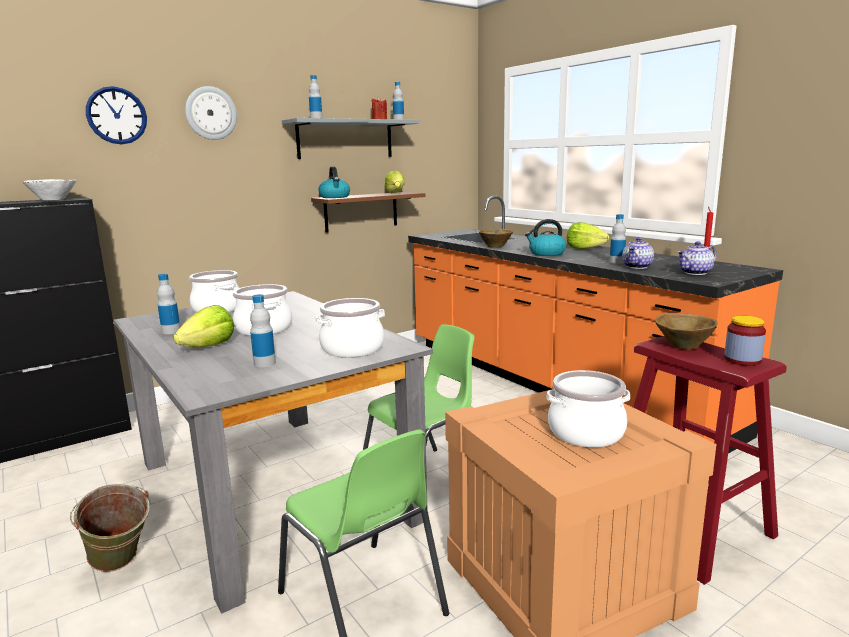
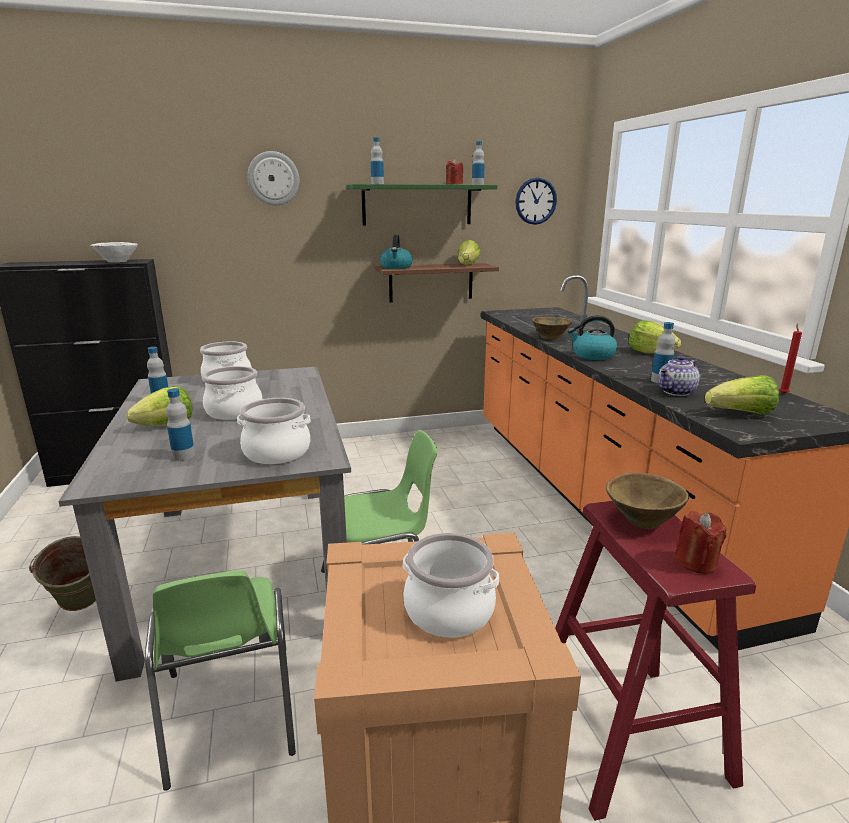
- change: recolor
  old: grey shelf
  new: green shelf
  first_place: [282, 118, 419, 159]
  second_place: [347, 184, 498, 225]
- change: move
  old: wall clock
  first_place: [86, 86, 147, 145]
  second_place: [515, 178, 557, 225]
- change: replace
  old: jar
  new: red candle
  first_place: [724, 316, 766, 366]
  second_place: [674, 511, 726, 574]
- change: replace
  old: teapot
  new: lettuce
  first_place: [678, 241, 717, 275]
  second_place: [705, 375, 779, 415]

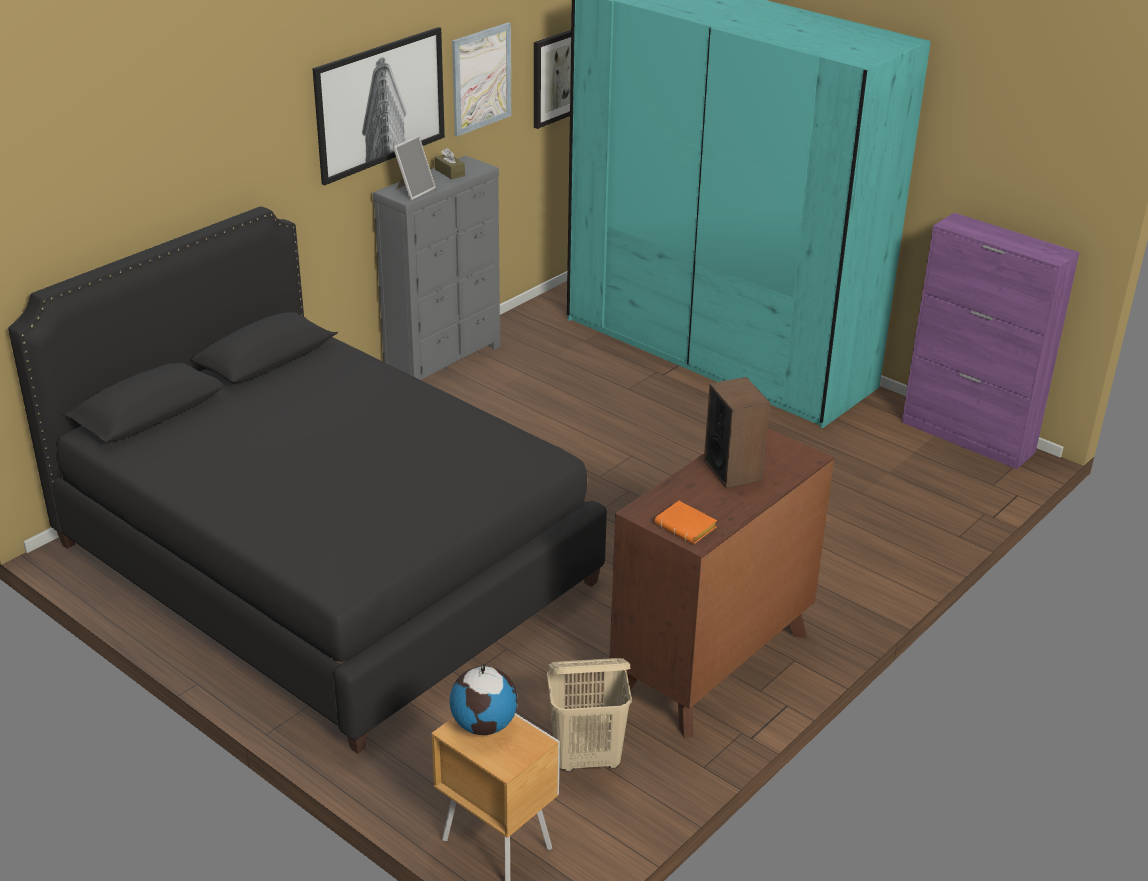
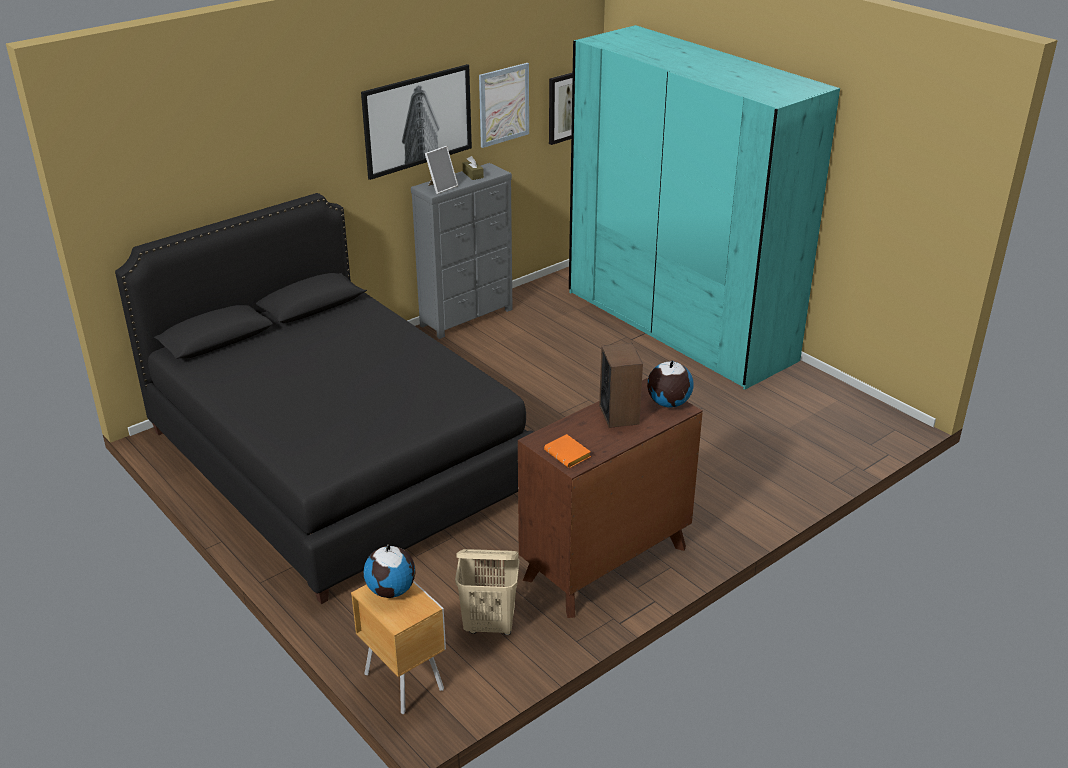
- change: insert
  new: globe
  second_place: [647, 360, 694, 408]
- change: delete
  old: purple cabinet
  first_place: [902, 213, 1080, 469]

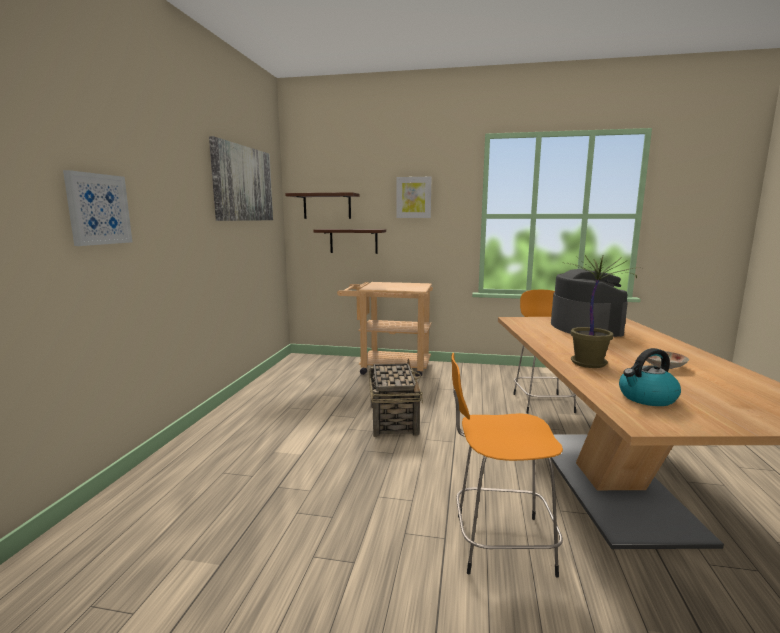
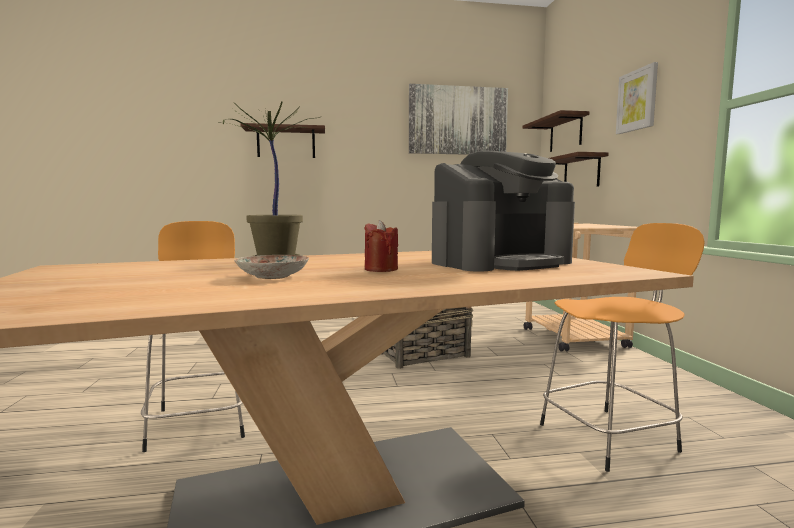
- change: replace
  old: picture
  new: shelf
  first_place: [63, 170, 132, 246]
  second_place: [240, 123, 325, 158]
- change: insert
  new: red candle
  second_place: [364, 220, 398, 272]
- change: delete
  old: kettle
  first_place: [619, 348, 681, 406]

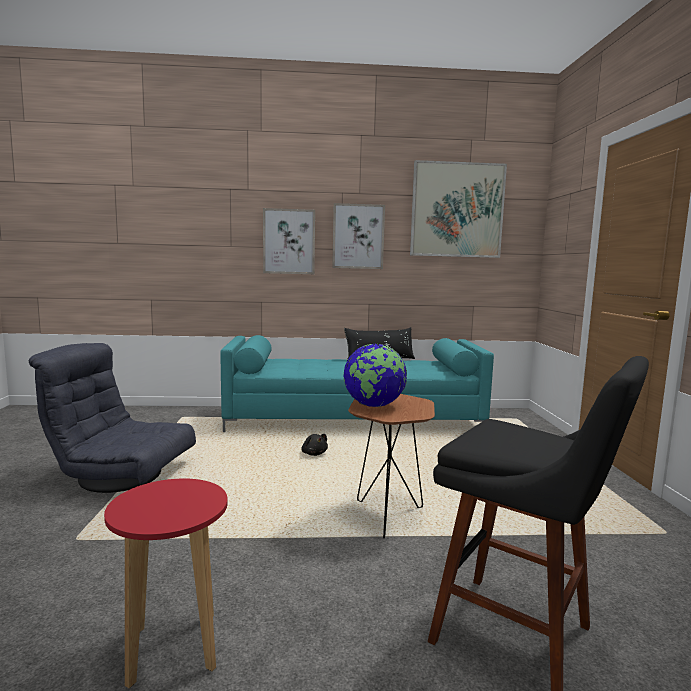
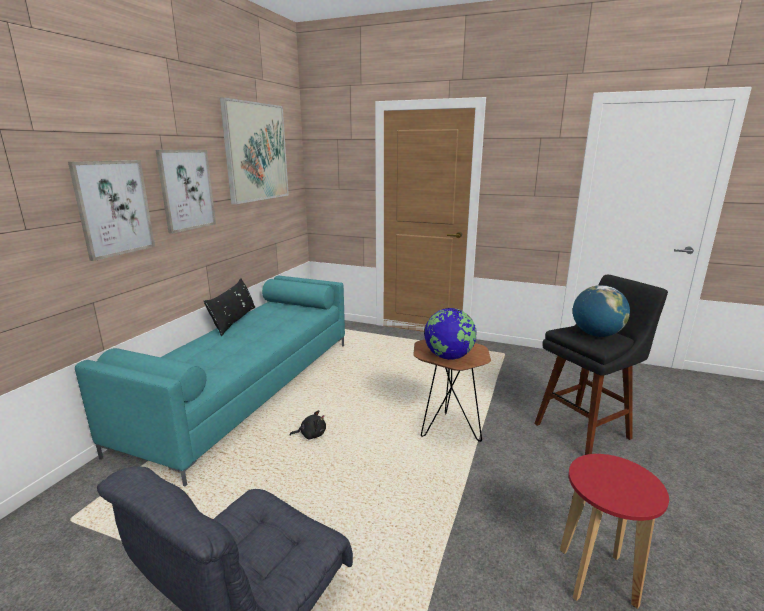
- change: insert
  new: globe
  second_place: [573, 285, 630, 337]

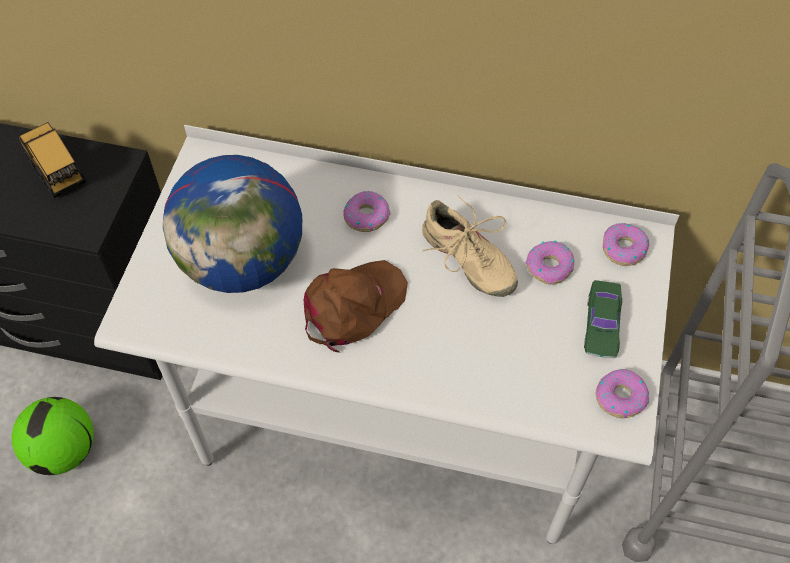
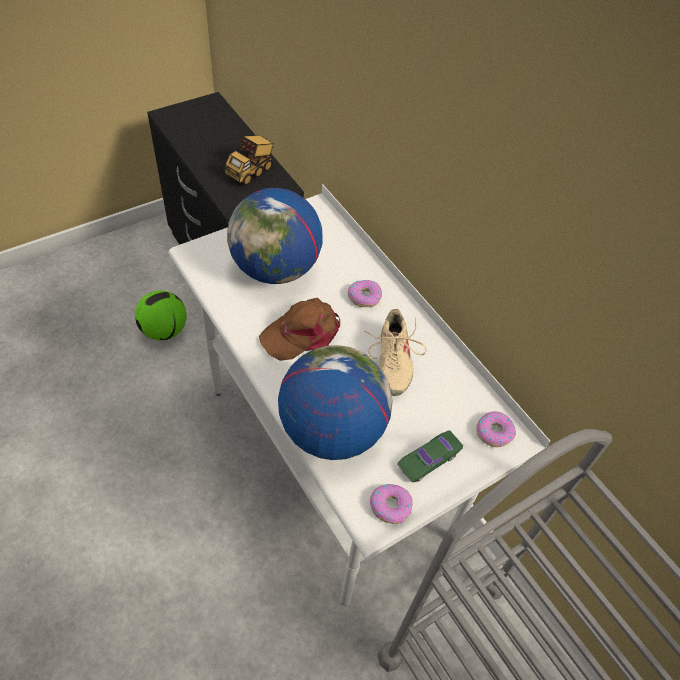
- change: rotate
  old: toy truck
  first_place: [19, 122, 86, 198]
  second_place: [225, 135, 275, 186]
  degrees: -150
- change: rotate
  old: brown cap
  first_place: [304, 260, 408, 353]
  second_place: [259, 298, 340, 361]
  degrees: 150
- change: insert
  new: globe
  second_place: [278, 345, 392, 460]
- change: delete
  old: donut
  first_place: [526, 241, 574, 284]

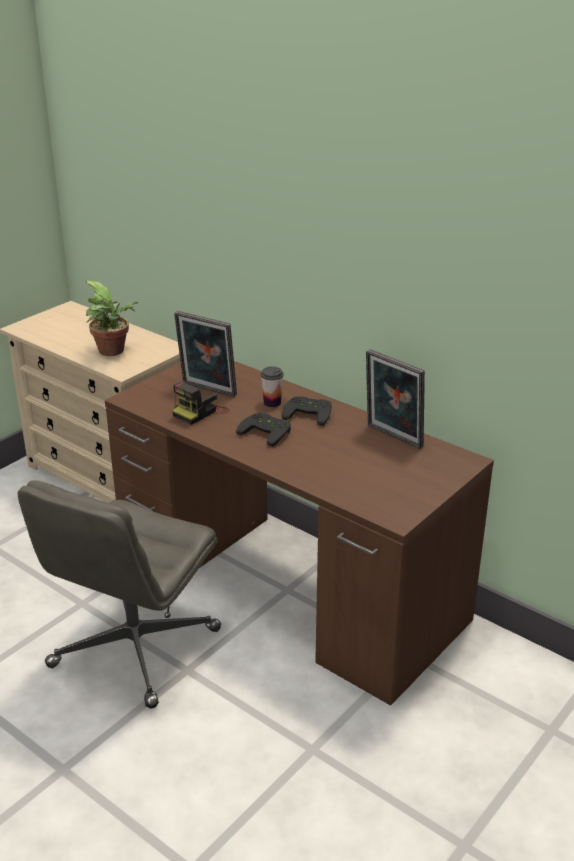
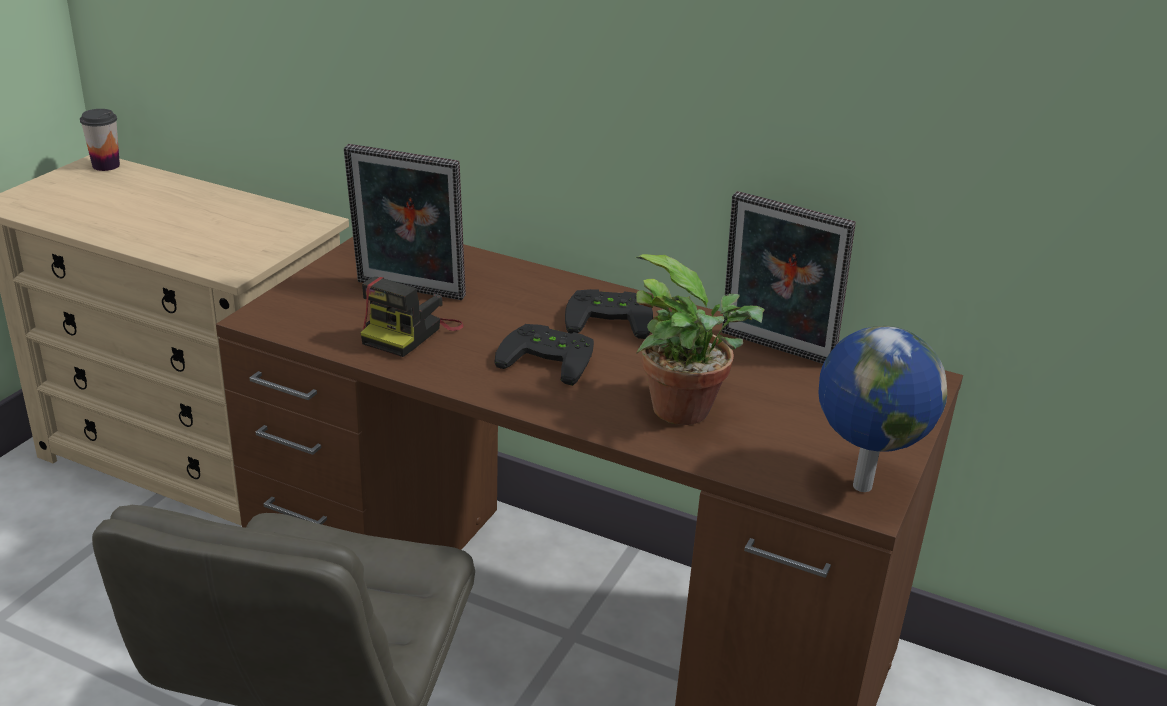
- change: move
  old: cup
  first_place: [260, 366, 284, 407]
  second_place: [80, 109, 120, 171]
- change: move
  old: potted plant
  first_place: [86, 281, 138, 356]
  second_place: [635, 254, 765, 425]
- change: insert
  new: globe
  second_place: [818, 326, 947, 492]

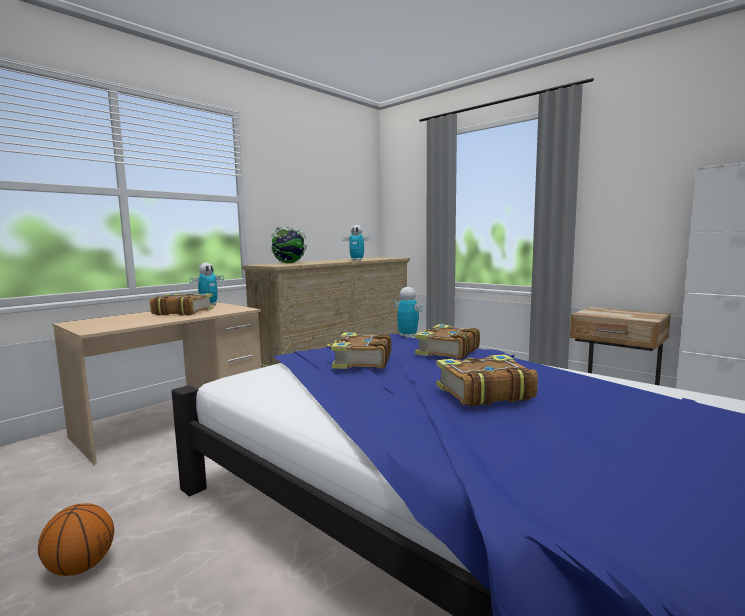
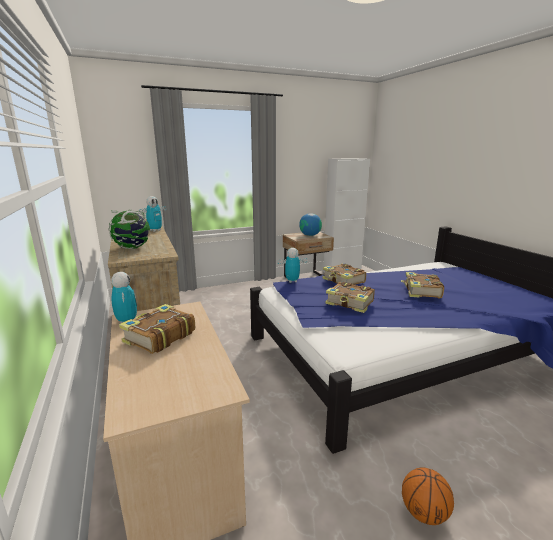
- change: insert
  new: globe
  second_place: [299, 213, 322, 236]

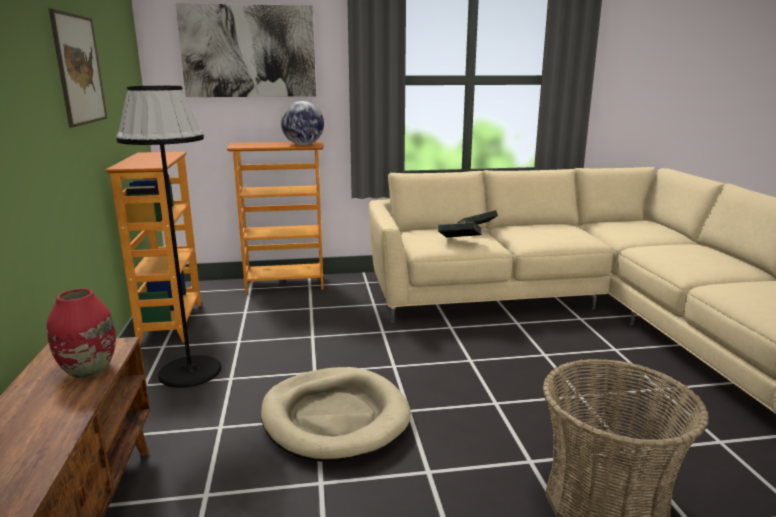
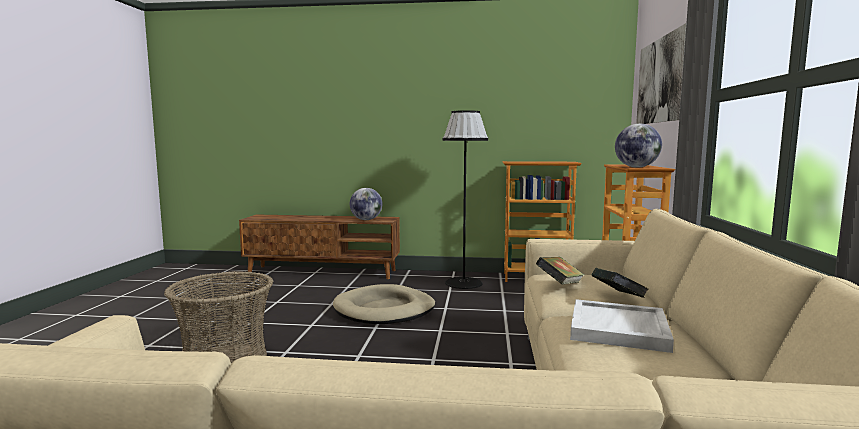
- change: replace
  old: red vase
  new: globe
  first_place: [47, 289, 116, 378]
  second_place: [350, 188, 382, 220]
- change: insert
  new: white tray
  second_place: [570, 299, 674, 353]
- change: delete
  old: picture
  first_place: [49, 9, 107, 128]

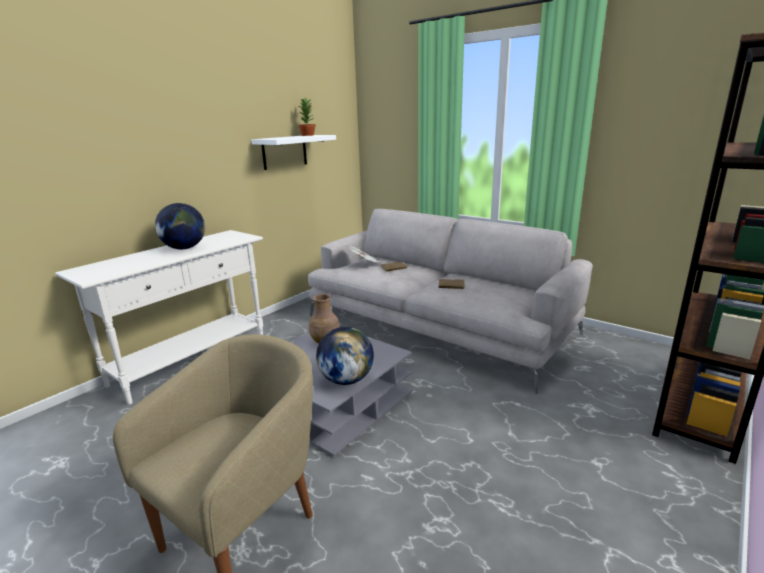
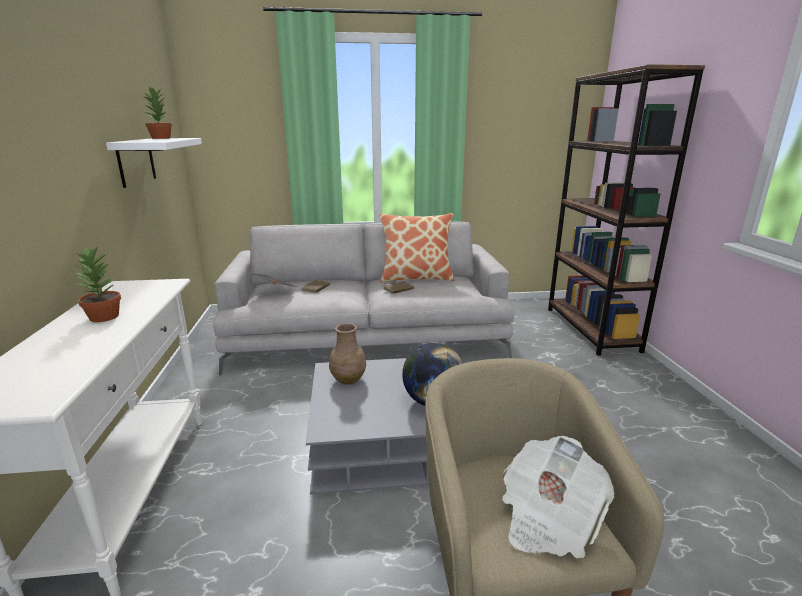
- change: replace
  old: globe
  new: potted plant
  first_place: [155, 203, 205, 249]
  second_place: [72, 247, 121, 322]
- change: insert
  new: pillow
  second_place: [379, 213, 455, 282]
- change: insert
  new: newspaper
  second_place: [502, 436, 614, 559]

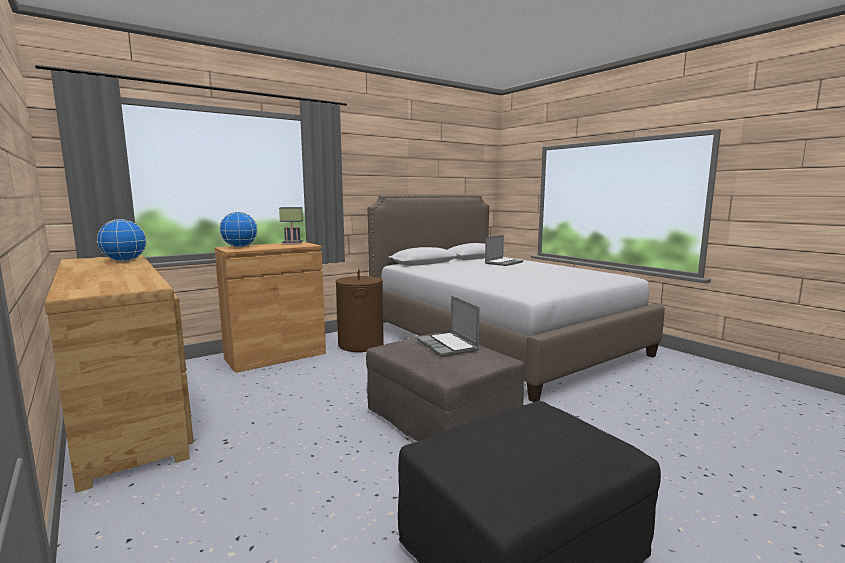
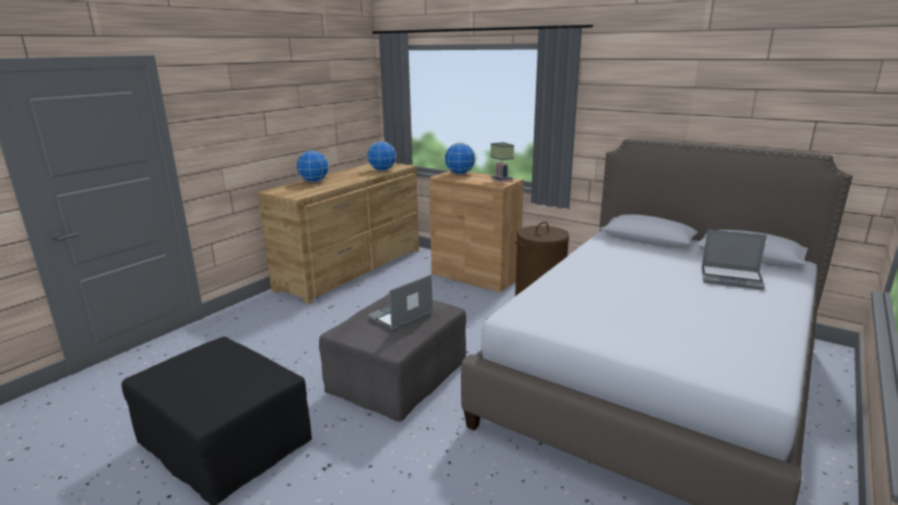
- change: insert
  new: globe
  second_place: [296, 150, 329, 183]

